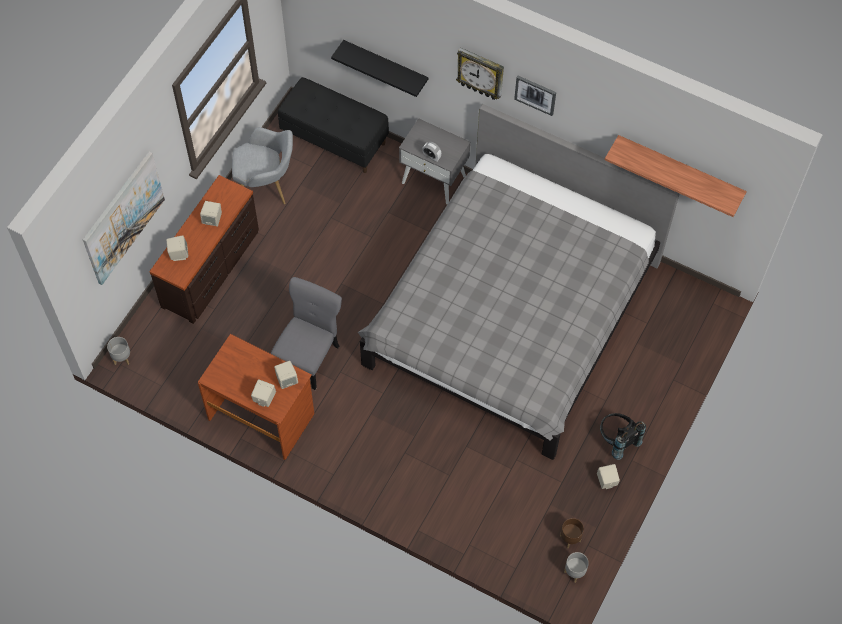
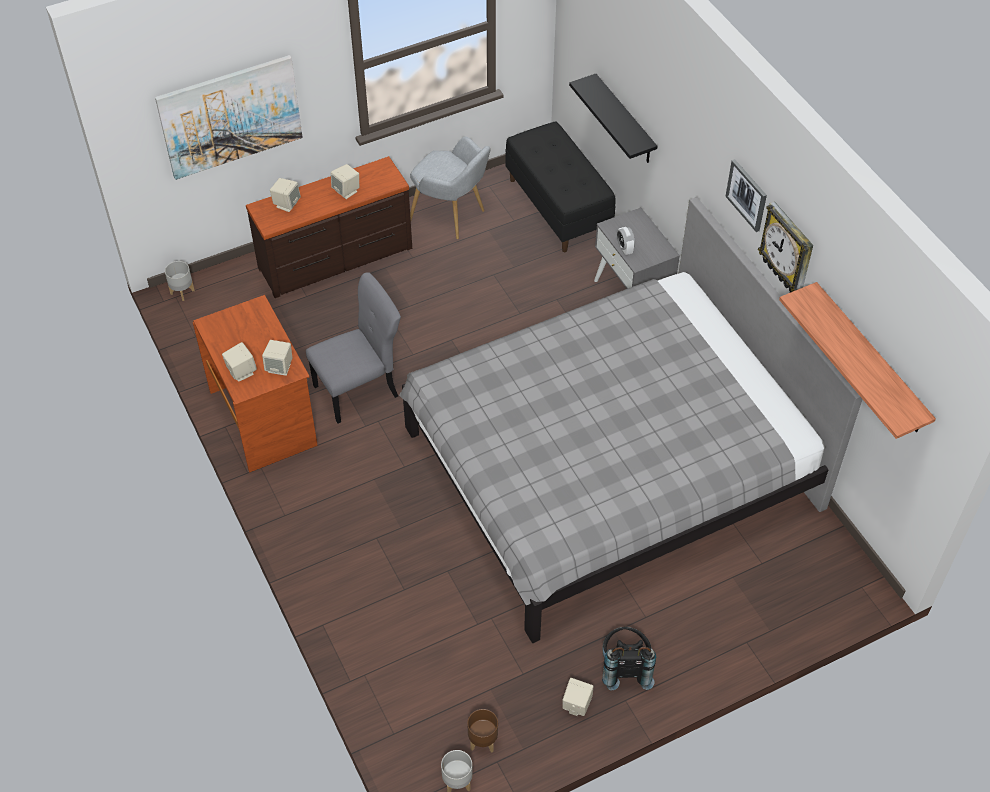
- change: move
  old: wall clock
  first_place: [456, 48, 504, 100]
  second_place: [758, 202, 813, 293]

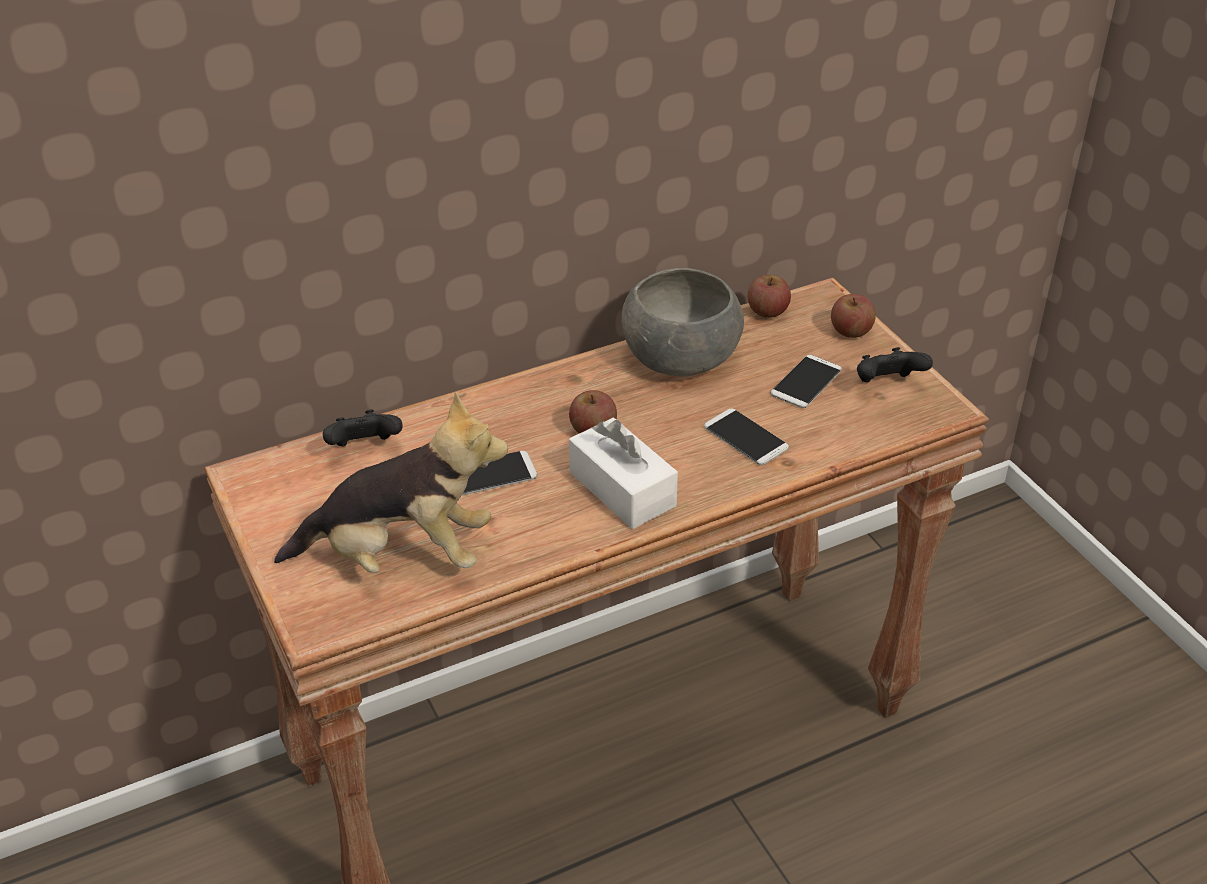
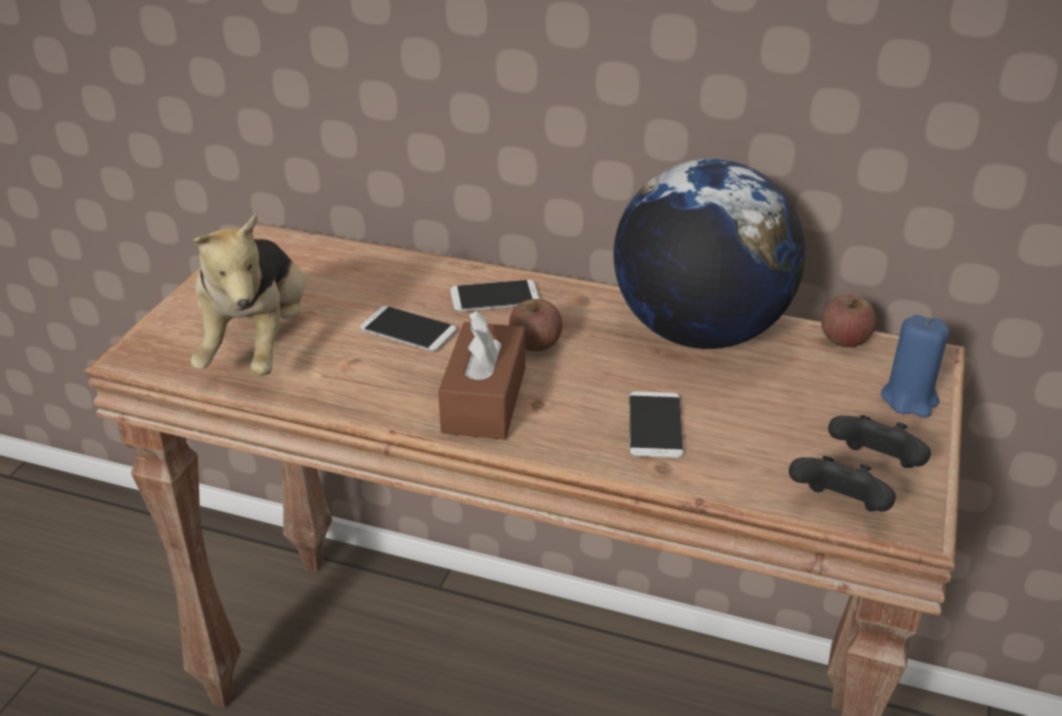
- change: rotate
  old: plush toy
  first_place: [274, 392, 508, 573]
  second_place: [191, 213, 305, 376]
  degrees: 45
- change: recolor
  old: white tissue box
  new: brown tissue box
  first_place: [569, 418, 678, 529]
  second_place: [438, 311, 525, 440]
- change: move
  old: phone
  first_place: [771, 355, 842, 408]
  second_place: [450, 280, 540, 312]
- change: replace
  old: grey bowl
  new: globe
  first_place: [622, 268, 744, 376]
  second_place: [614, 159, 805, 349]
- change: move
  old: black game controller
  first_place: [323, 410, 403, 446]
  second_place: [789, 456, 896, 512]
- change: replace
  old: apple
  new: blue candle
  first_place: [831, 294, 876, 338]
  second_place: [881, 315, 949, 417]

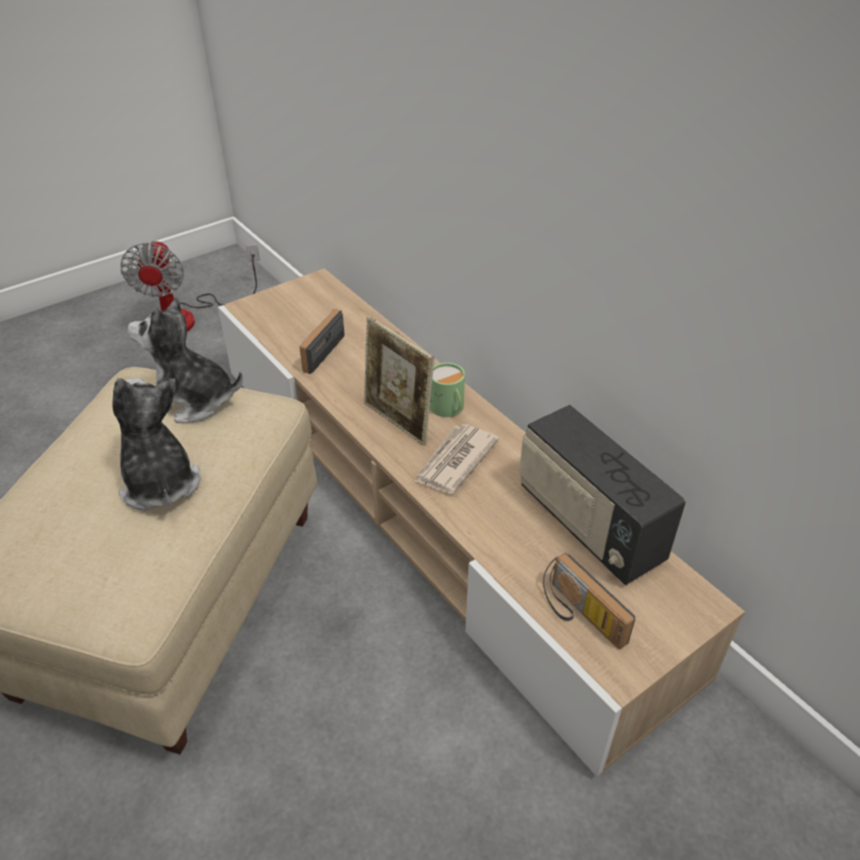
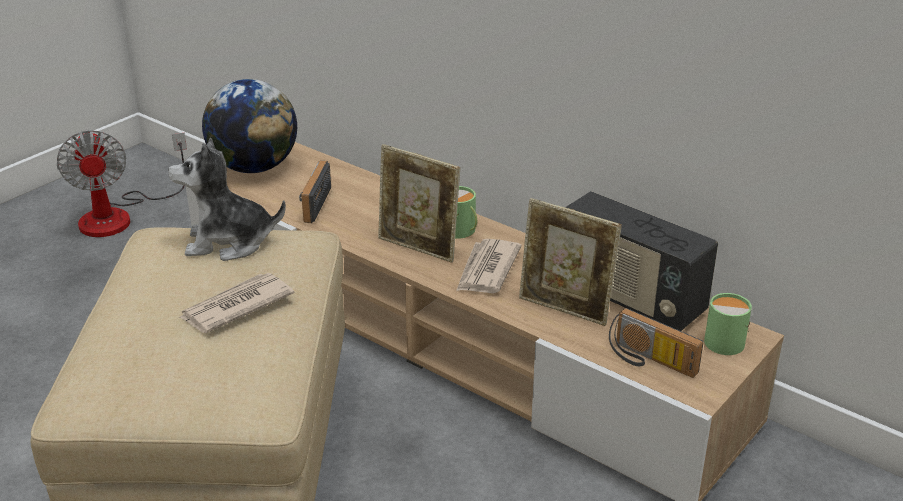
- change: replace
  old: plush toy
  new: newspaper
  first_place: [112, 378, 201, 511]
  second_place: [179, 273, 294, 333]
- change: insert
  new: globe
  second_place: [202, 79, 297, 173]
- change: insert
  new: picture frame
  second_place: [519, 198, 622, 326]
- change: insert
  new: green mug
  second_place: [704, 293, 752, 355]

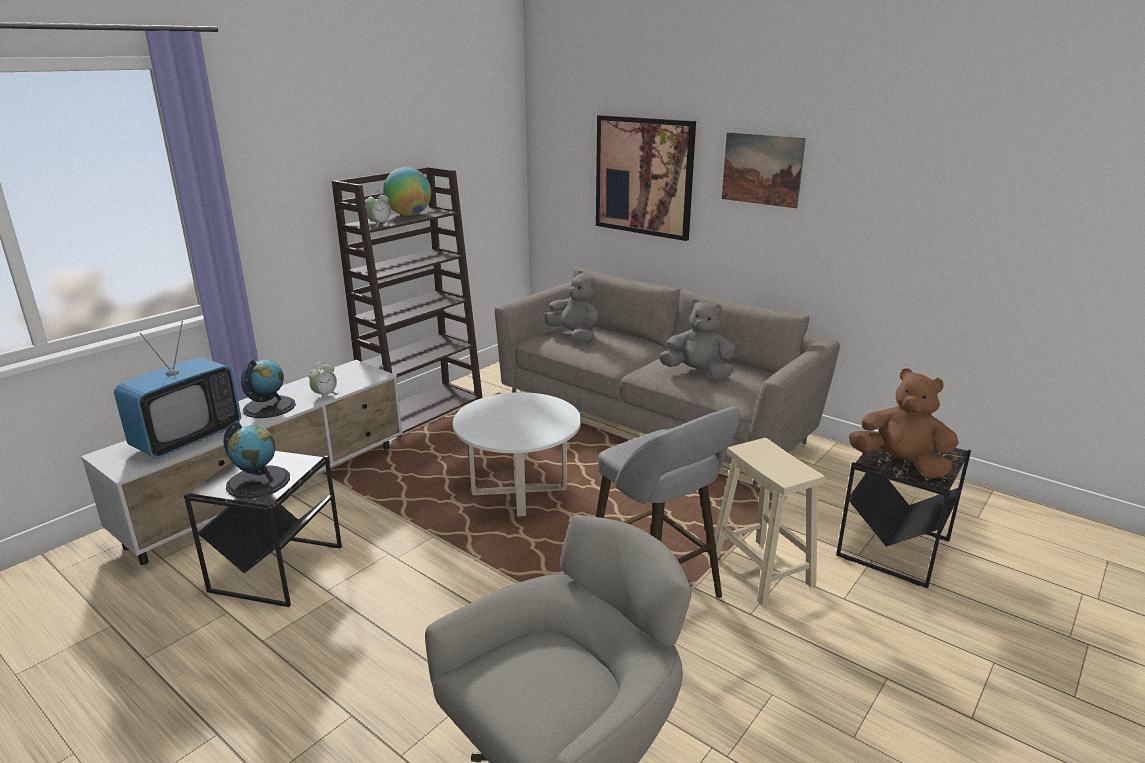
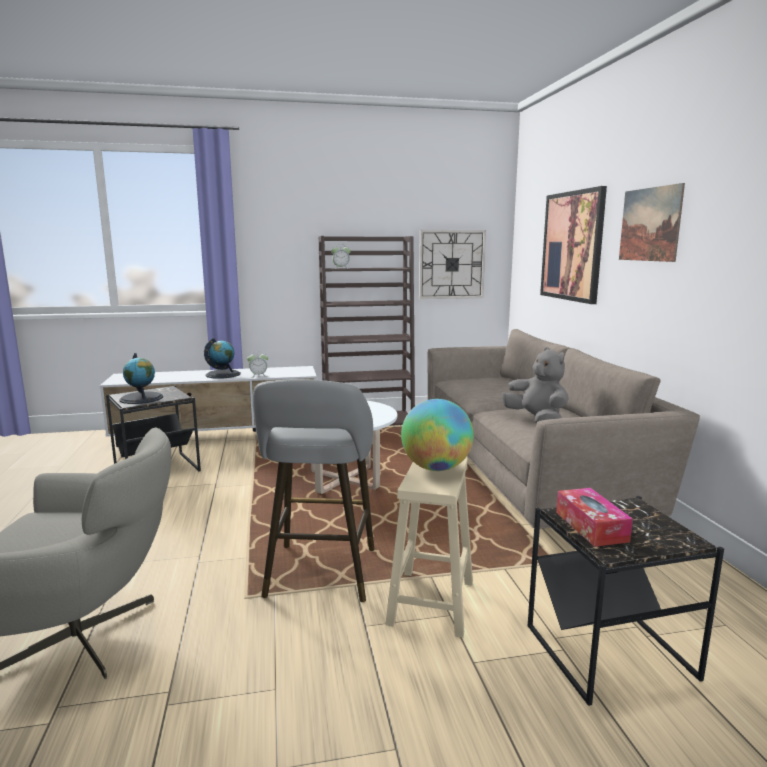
- change: move
  old: globe
  first_place: [383, 167, 431, 216]
  second_place: [401, 399, 474, 471]
- change: insert
  new: wall clock
  second_place: [419, 230, 486, 299]
- change: replace
  old: brown plush toy
  new: tissue box
  first_place: [848, 368, 958, 479]
  second_place: [556, 488, 633, 547]
- change: delete
  old: television
  first_place: [114, 321, 241, 458]
- change: delete
  old: grey plush toy
  first_place: [544, 271, 599, 343]

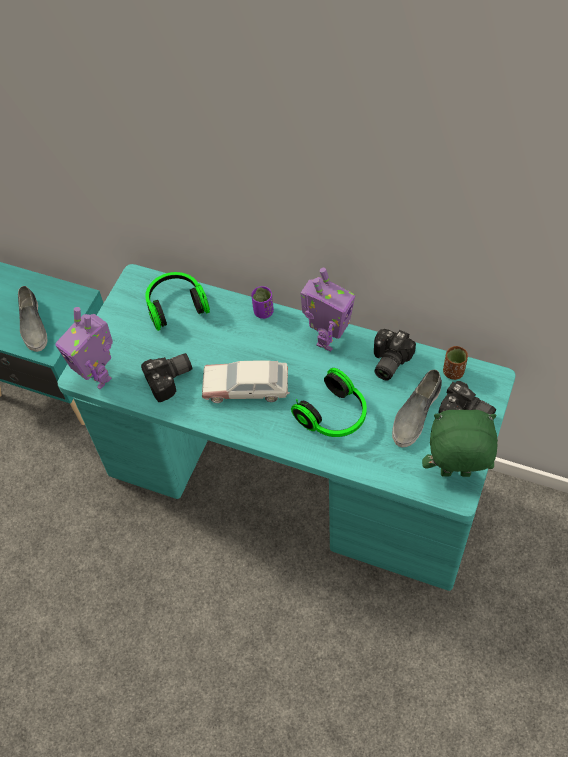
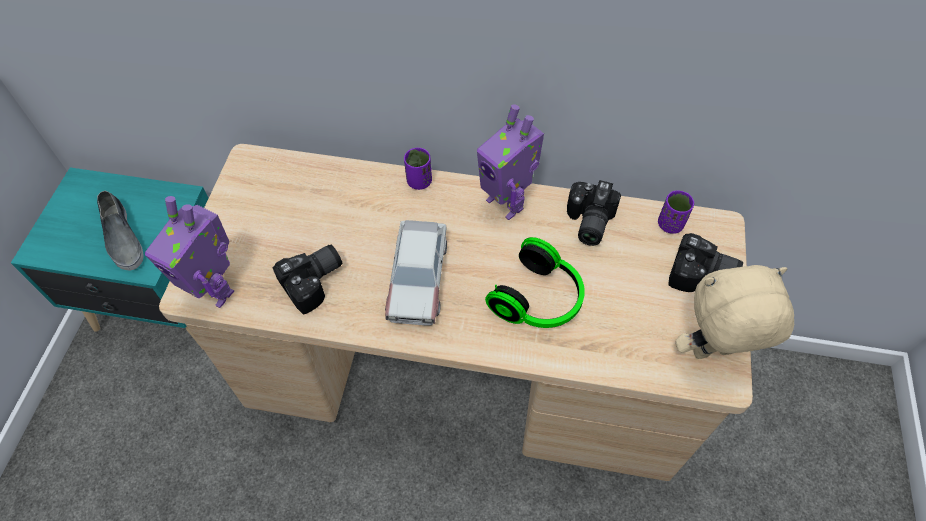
- change: recolor
  old: turquoise desk
  new: beige desk
  first_place: [58, 264, 516, 591]
  second_place: [159, 144, 753, 481]
- change: rotate
  old: toy car
  first_place: [202, 361, 290, 403]
  second_place: [385, 220, 447, 326]
  degrees: -75
- change: rotate
  old: toy robot
  first_place: [301, 268, 355, 351]
  second_place: [477, 104, 544, 220]
  degrees: 120
- change: recolor
  old: brown cup
  new: purple cup
  first_place: [443, 346, 468, 380]
  second_place: [658, 190, 694, 234]
- change: recolor
  old: green plush toy
  new: beige plush toy
  first_place: [422, 410, 498, 477]
  second_place: [675, 265, 794, 359]
- change: delete
  old: headphones
  first_place: [145, 272, 210, 331]
- change: delete
  old: grey shoe
  first_place: [392, 369, 442, 447]

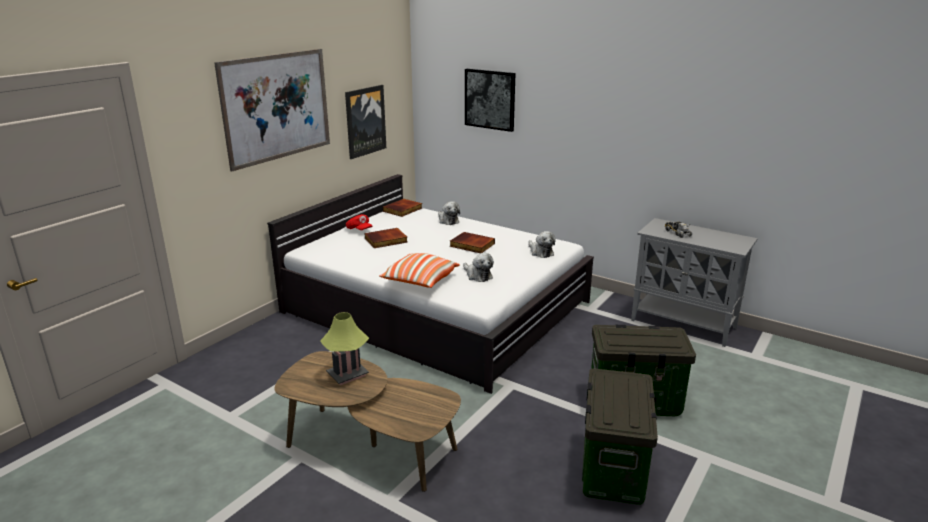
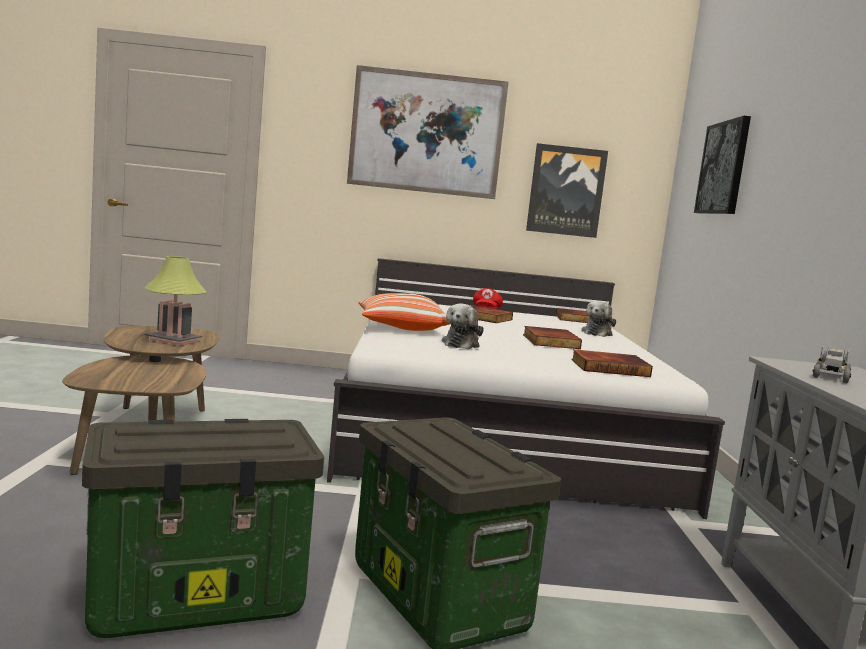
- change: replace
  old: plush toy
  new: book
  first_place: [528, 231, 556, 258]
  second_place: [572, 349, 653, 377]

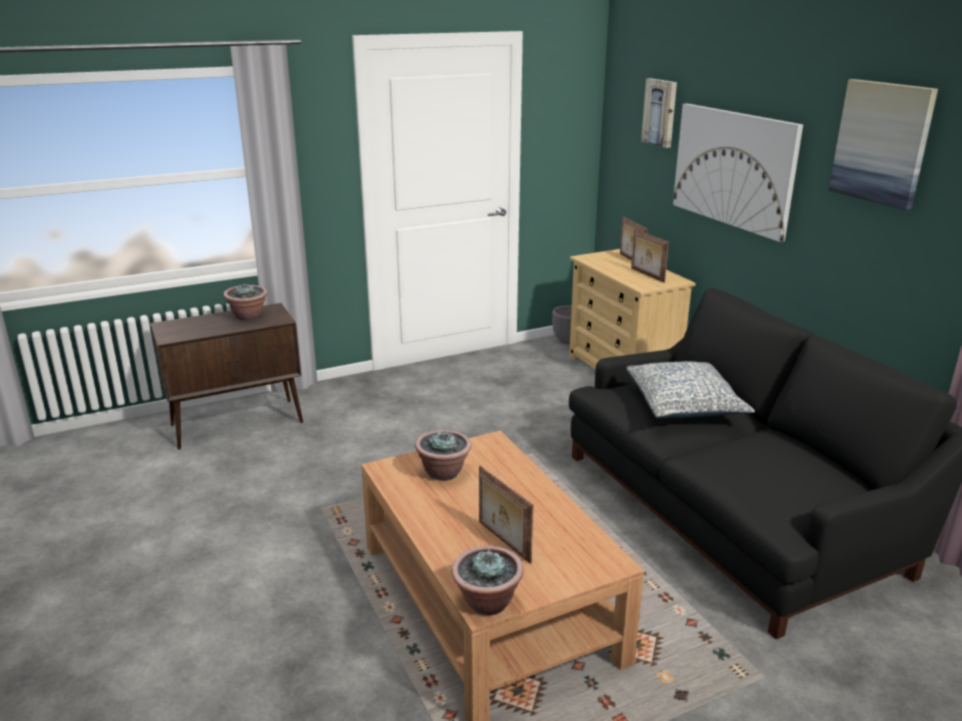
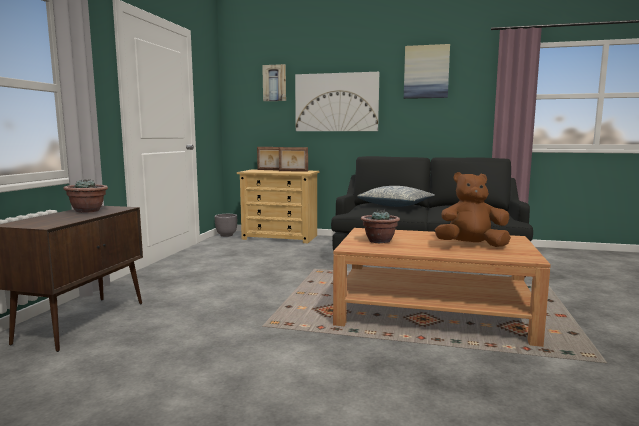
- change: replace
  old: picture frame
  new: brown plush toy
  first_place: [479, 466, 533, 564]
  second_place: [435, 172, 511, 247]
- change: delete
  old: potted plant
  first_place: [452, 546, 524, 615]

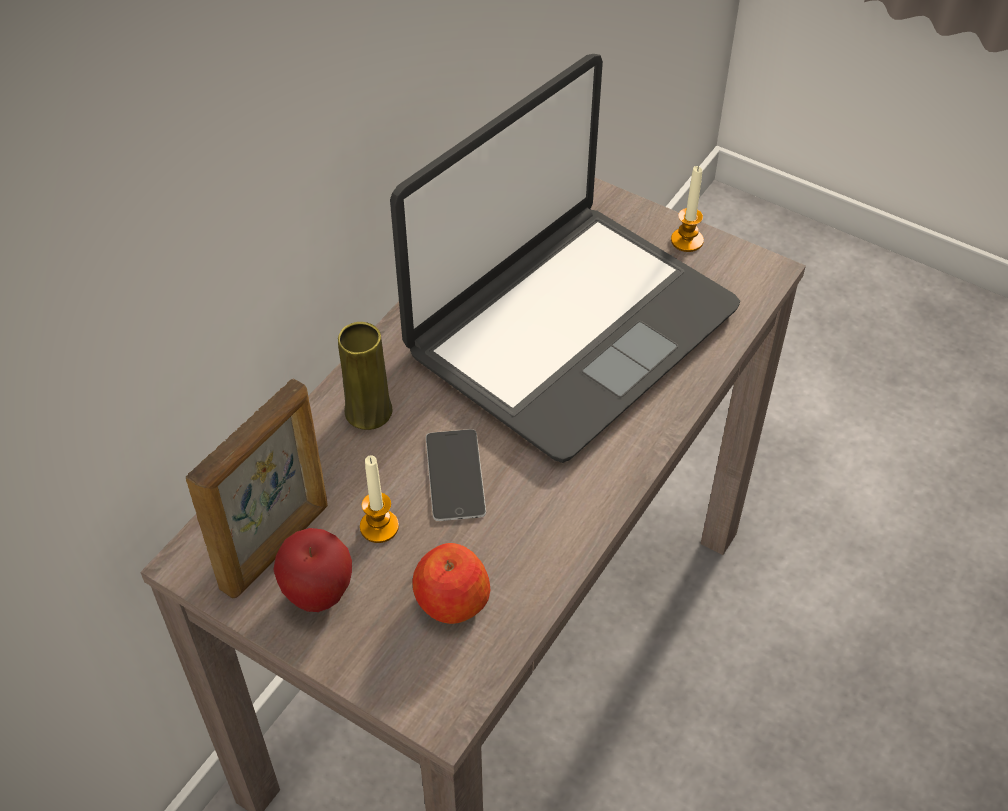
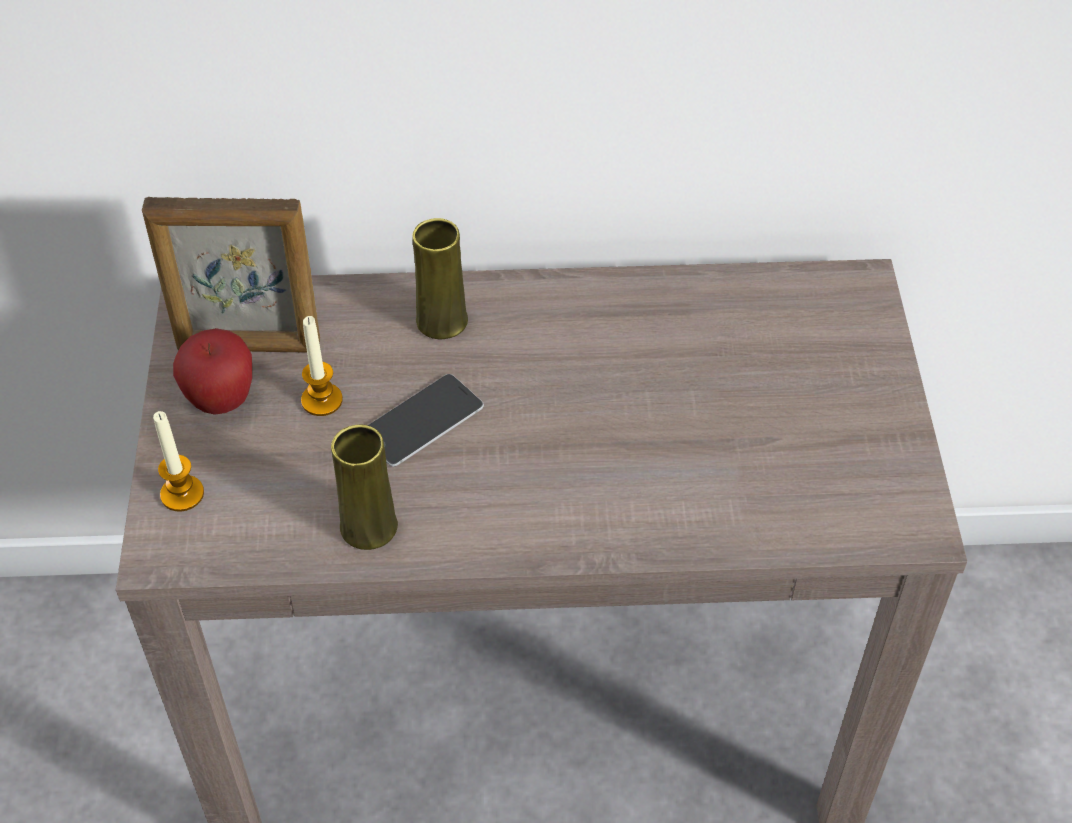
- change: move
  old: candle
  first_place: [671, 166, 704, 252]
  second_place: [153, 411, 204, 511]
- change: insert
  new: yellow vase
  second_place: [331, 424, 398, 550]
- change: delete
  old: laptop
  first_place: [390, 54, 740, 463]
- change: delete
  old: apple
  first_place: [412, 543, 490, 624]

